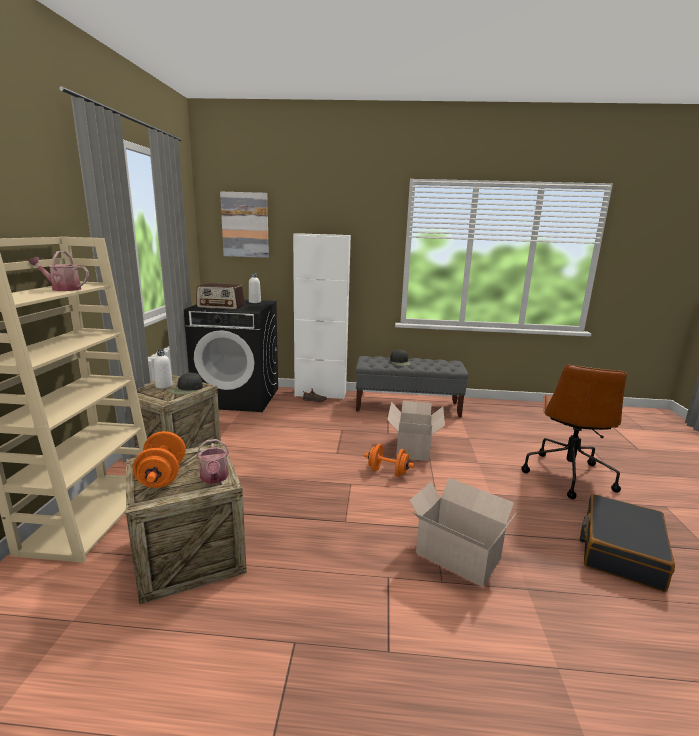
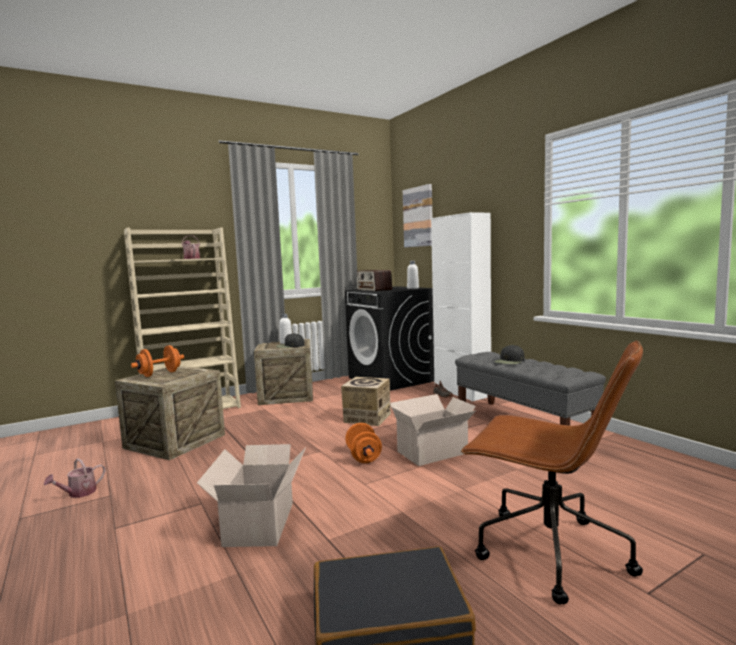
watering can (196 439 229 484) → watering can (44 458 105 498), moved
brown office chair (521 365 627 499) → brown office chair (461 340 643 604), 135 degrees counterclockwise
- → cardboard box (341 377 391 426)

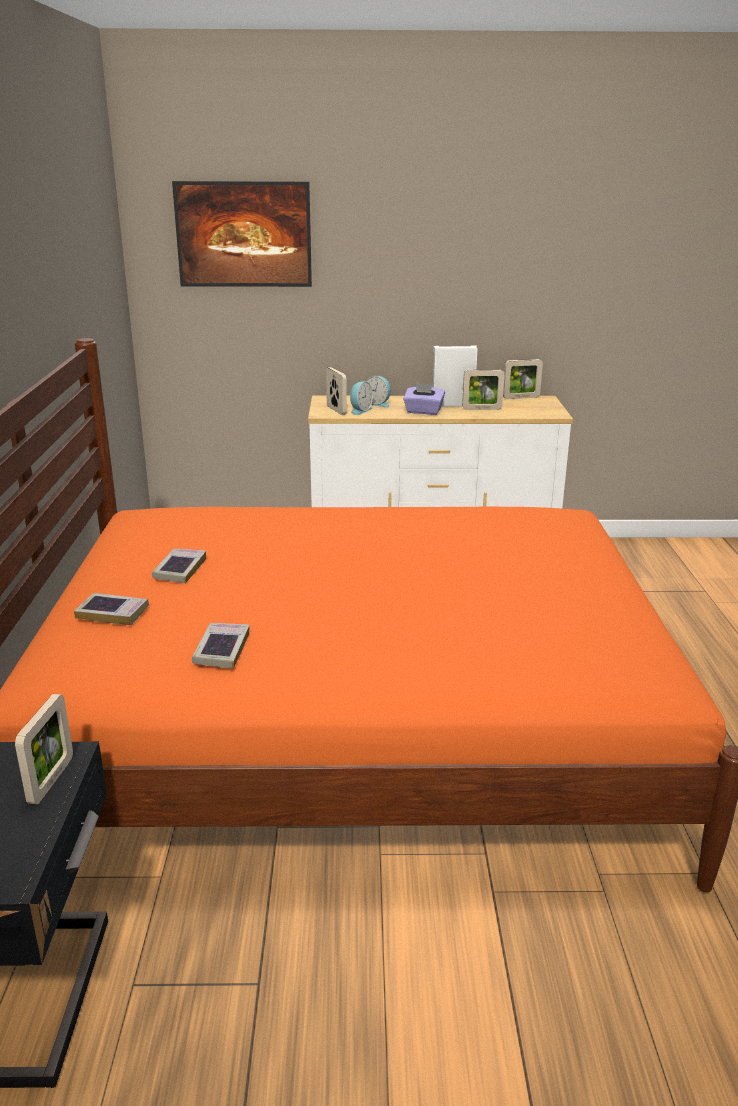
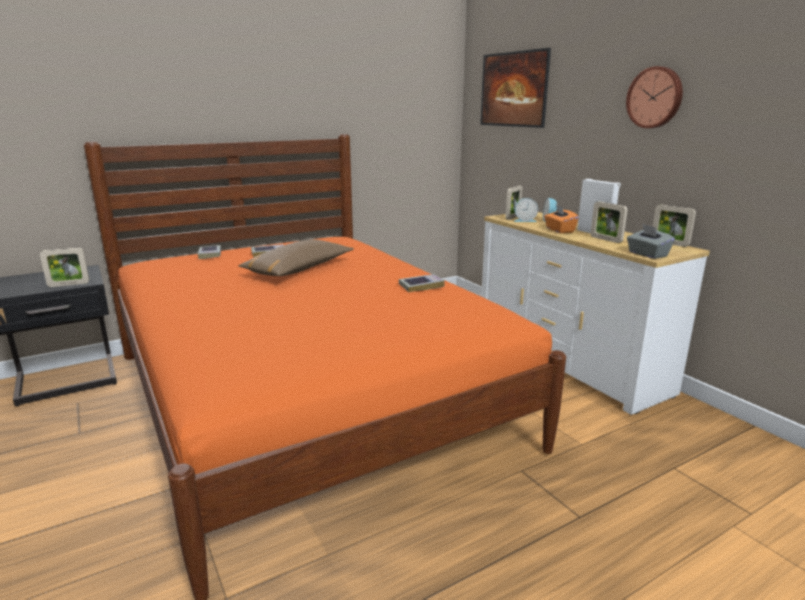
book (192 623 249 669) → book (399 274 445 292), moved
purple tissue box (403 383 445 415) → orange tissue box (544 205 579 233)
- → brown pillow (238 239 354 276)
- → wall clock (626 66 683 128)
- → grey tissue box (627 224 675 259)

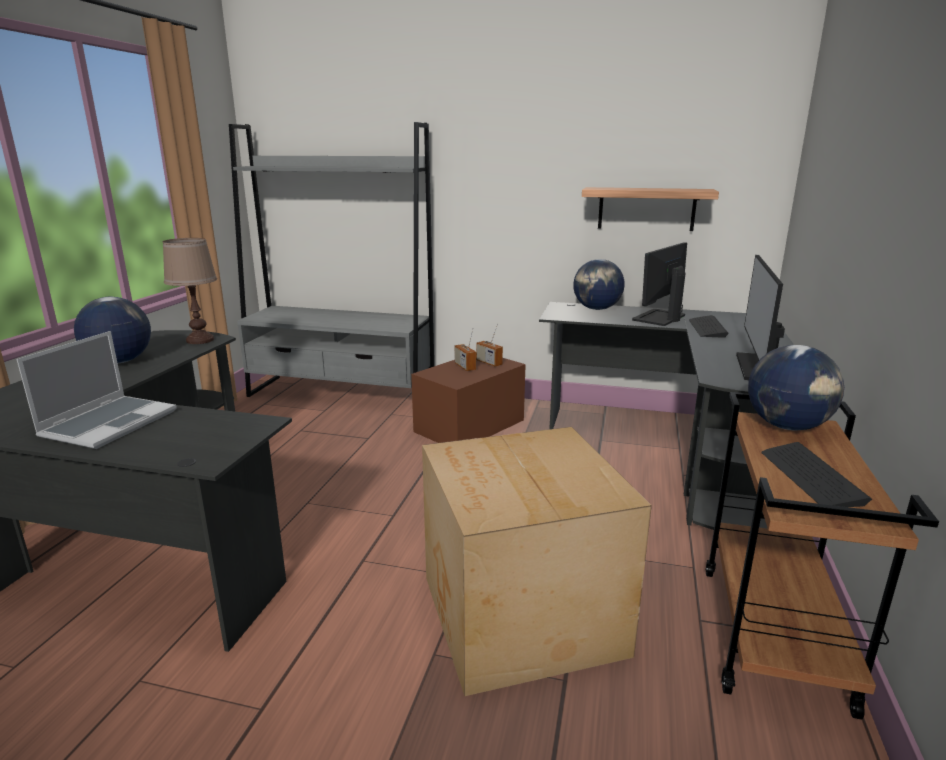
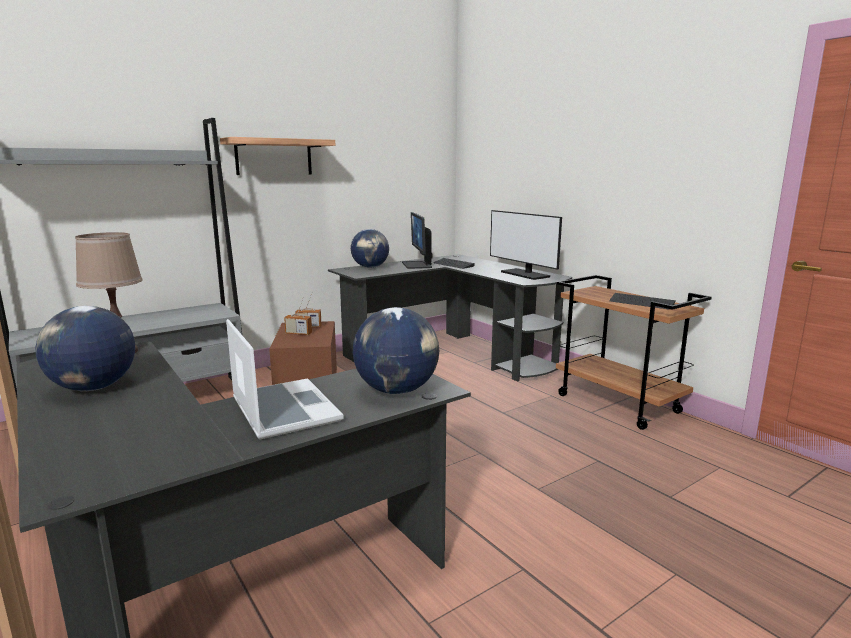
cardboard box (422 427 652 696) → -
shelf (582 187 719 231) → shelf (220 137 335 175), moved
globe (748 345 844 431) → globe (353 307 439 394), moved

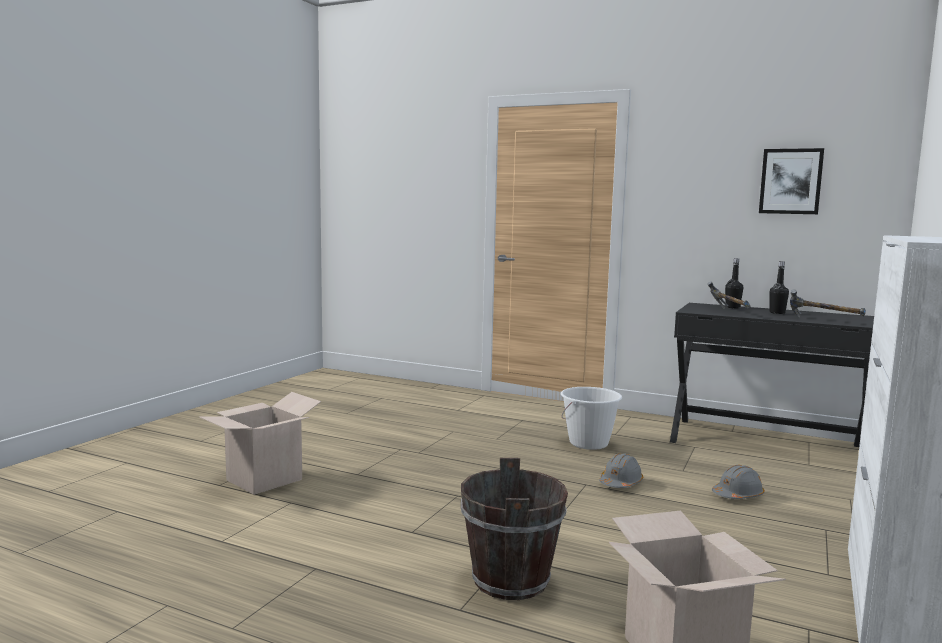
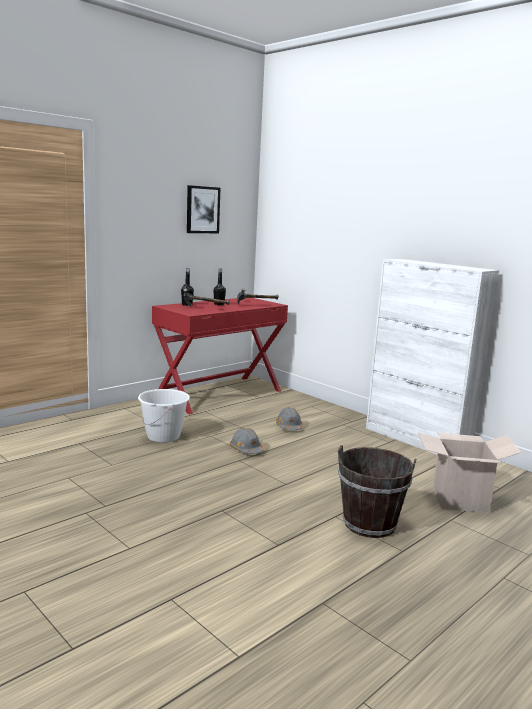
cardboard box (199 392 321 495) → -
black desk (670 303 874 447) → red desk (152 298 288 414)

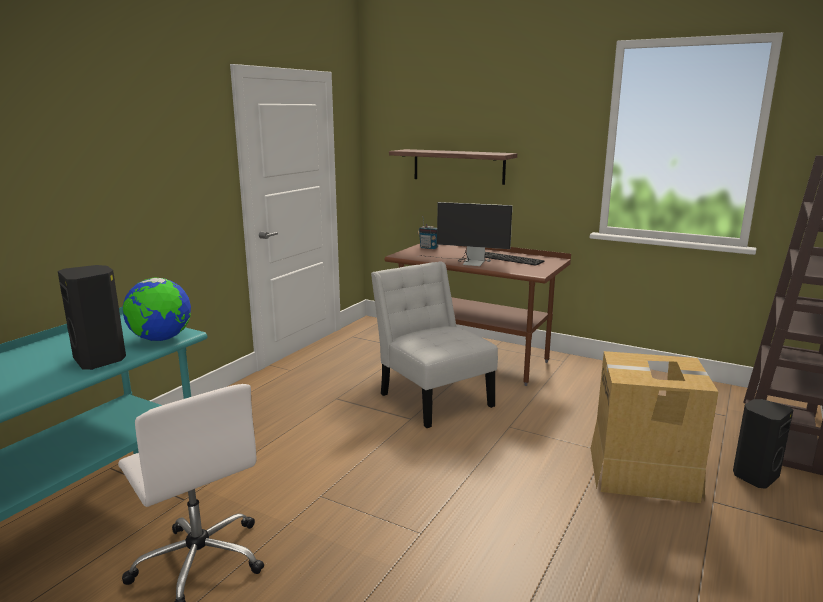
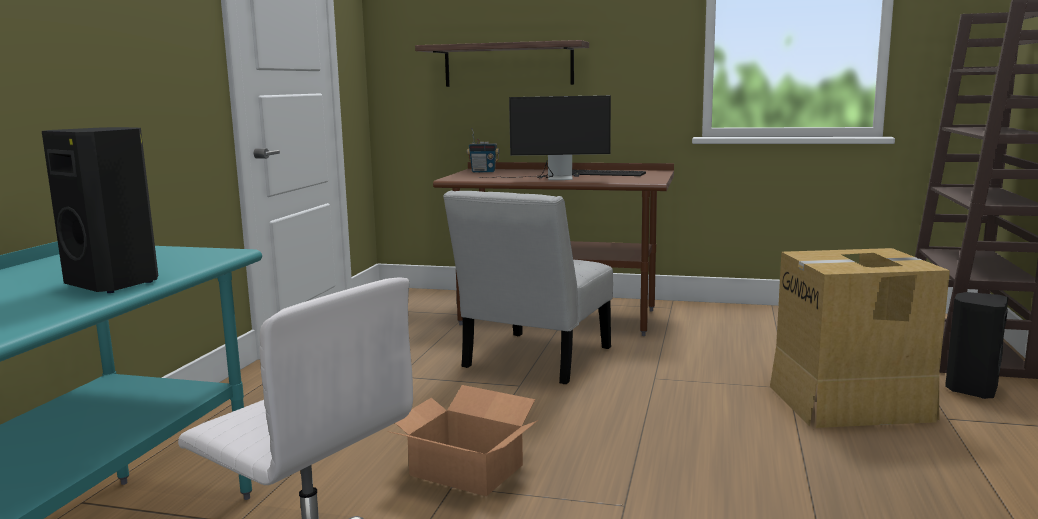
globe (123 278 191 341) → -
white chair (371 262 498 428) → white chair (443 190 613 384), 105 degrees counterclockwise
- → cardboard box (388 385 538 496)

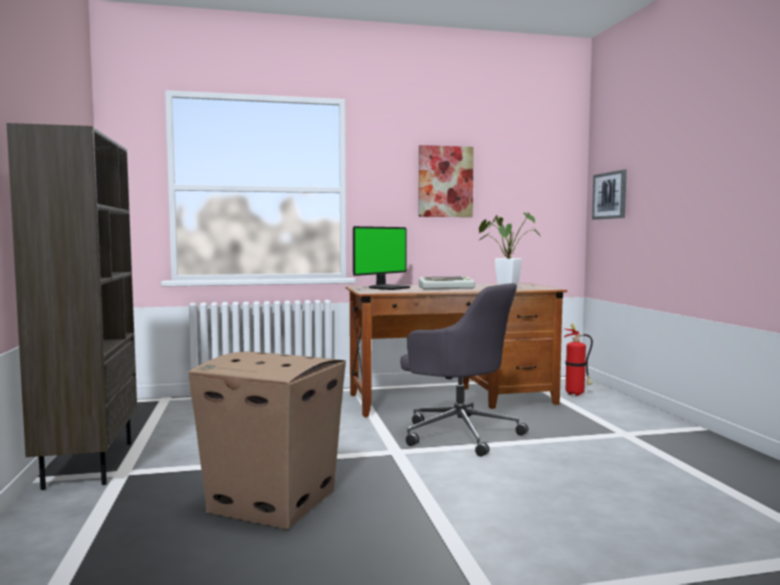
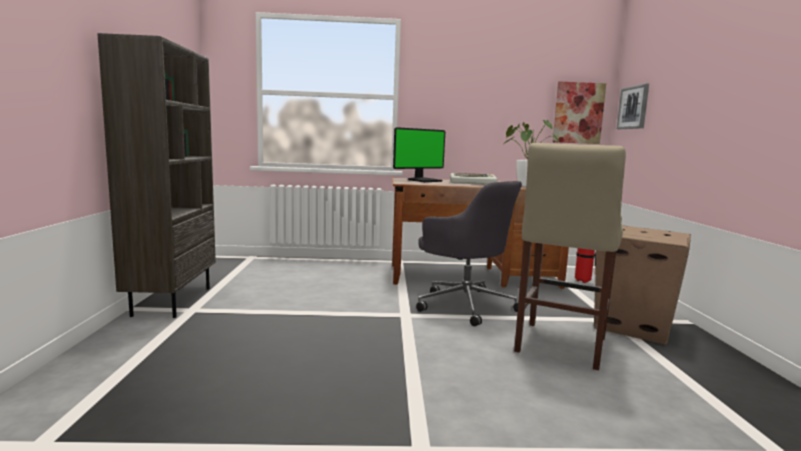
cardboard box (188 352 346 530) → cardboard box (594 226 691 344), moved
picture (418 145 474 217) → picture (553 81 606 144), moved
- → beige stool (514 143 626 371)

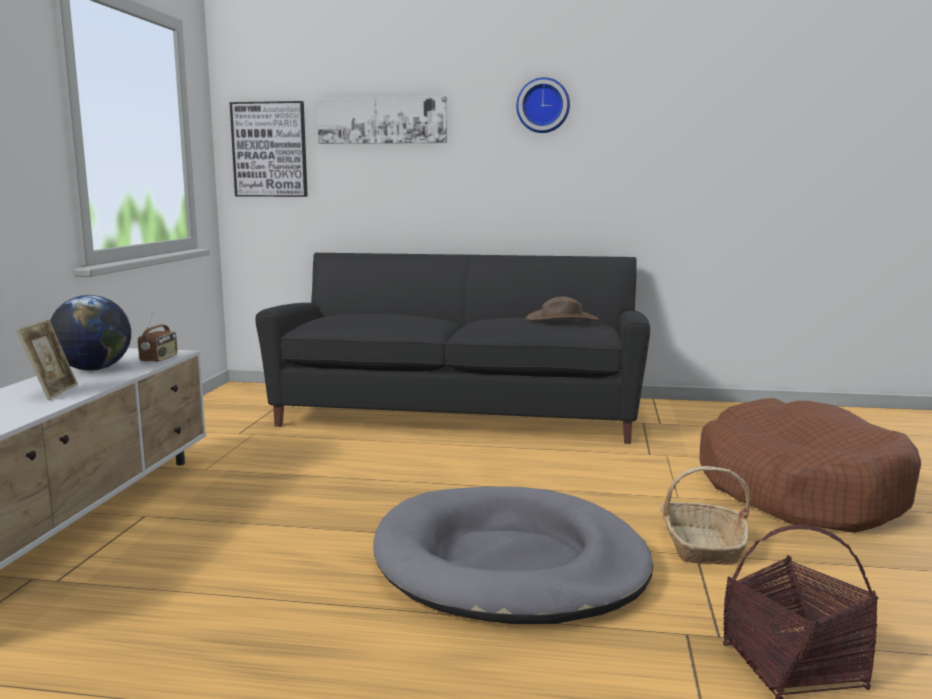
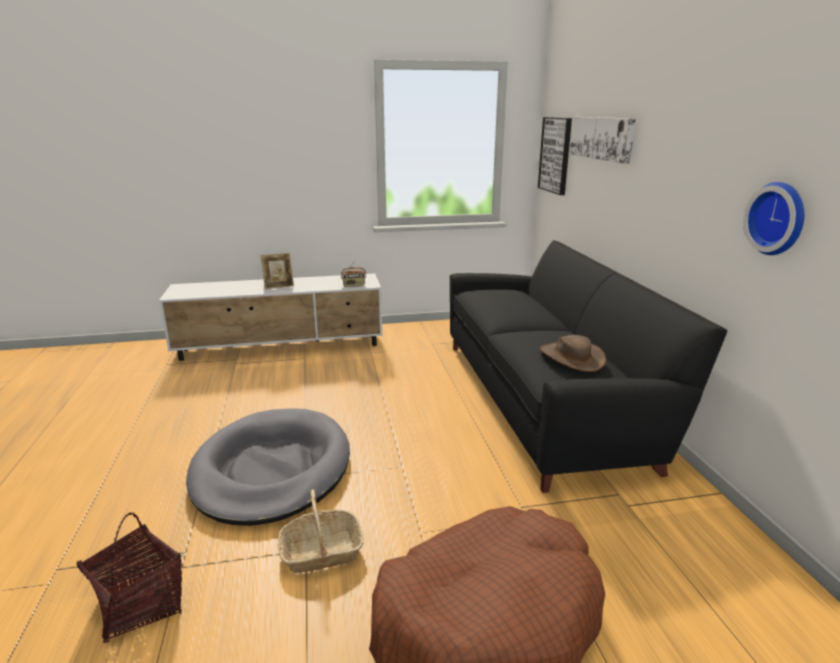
globe (50 295 131 371) → -
wall clock (516 77 570 133) → wall clock (743 182 804 255), moved

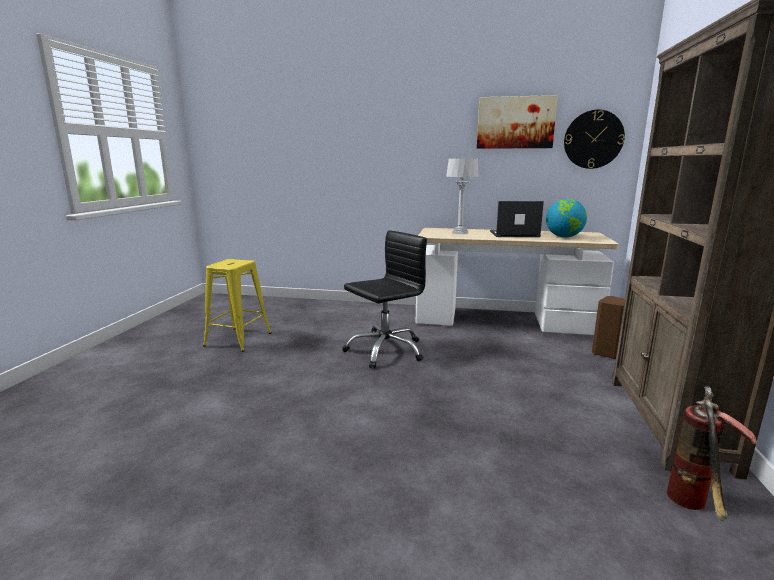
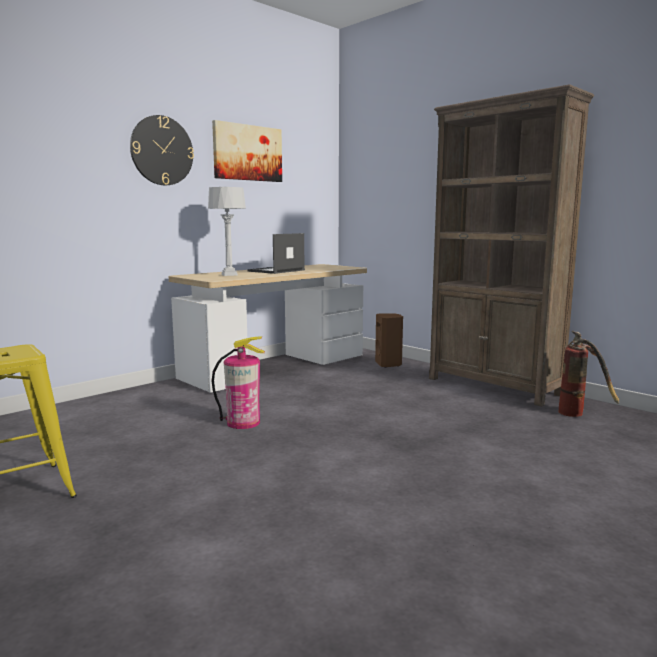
black office chair (342 230 427 368) → fire extinguisher (212 336 265 429)
globe (546 199 587 238) → -
wall clock (564 110 625 169) → wall clock (130 115 194 185), moved

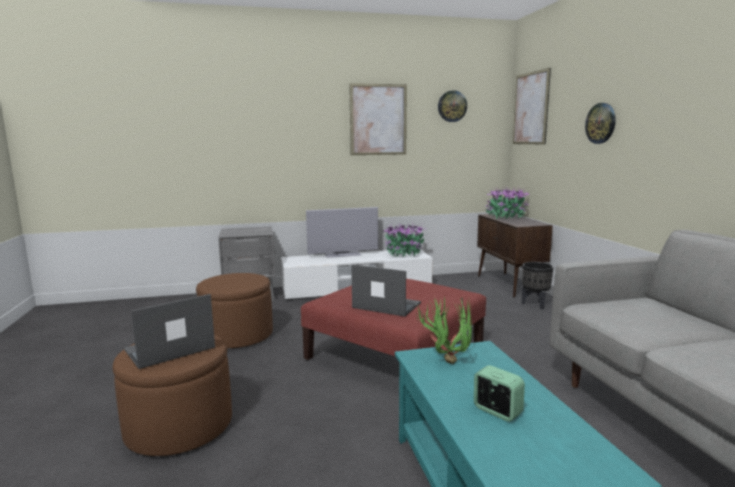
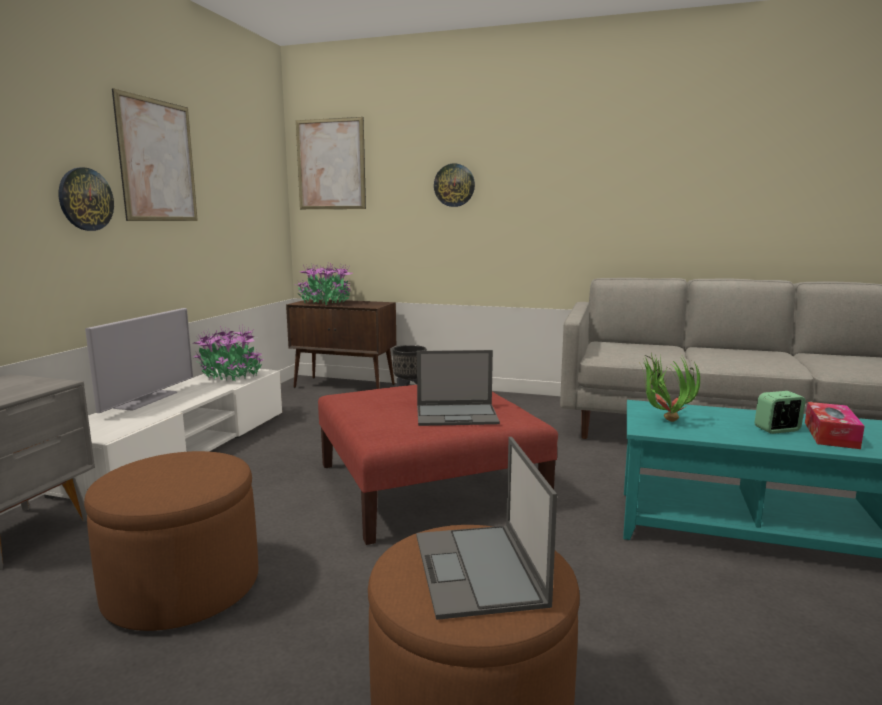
laptop (351 264 421 317) → laptop (417 350 500 426), 150 degrees counterclockwise
wall clock (438 90 467 122) → wall clock (58 167 114 231), moved
- → tissue box (805 402 864 449)

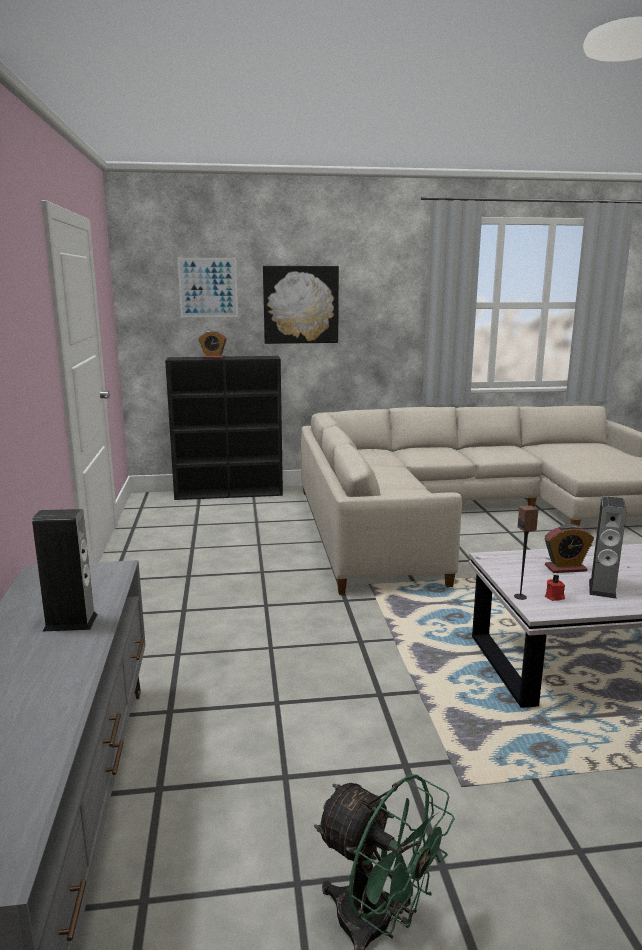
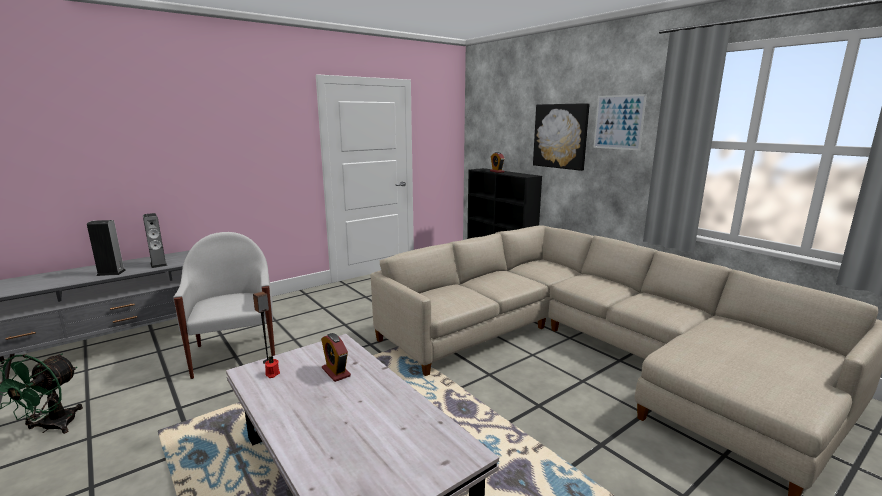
picture (178 258 238 317) → picture (593 94 647 151), moved
speaker (589 496 626 599) → speaker (87 220 126 276), moved
- → white armchair (173 232 275 379)

